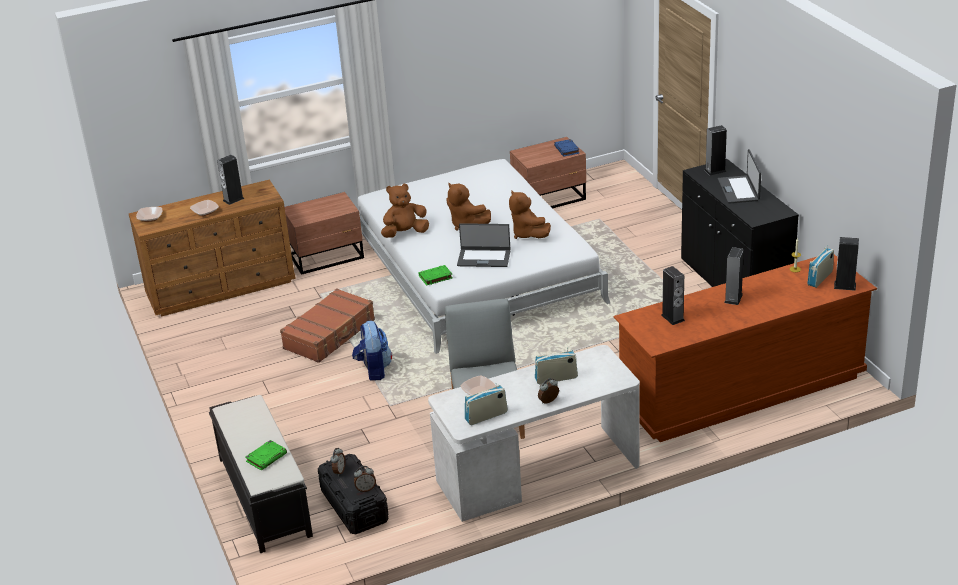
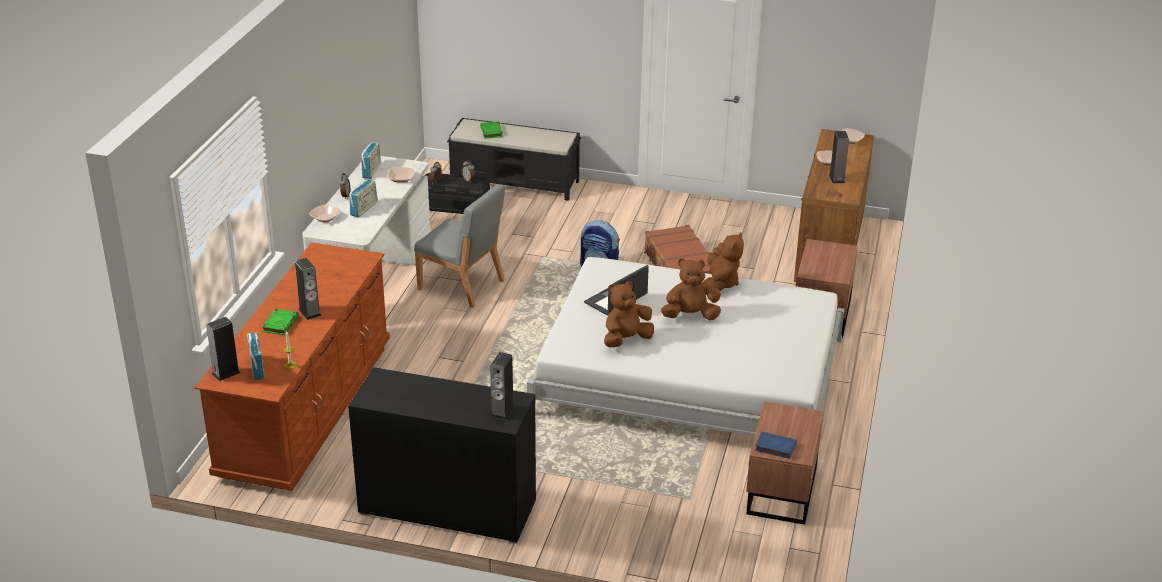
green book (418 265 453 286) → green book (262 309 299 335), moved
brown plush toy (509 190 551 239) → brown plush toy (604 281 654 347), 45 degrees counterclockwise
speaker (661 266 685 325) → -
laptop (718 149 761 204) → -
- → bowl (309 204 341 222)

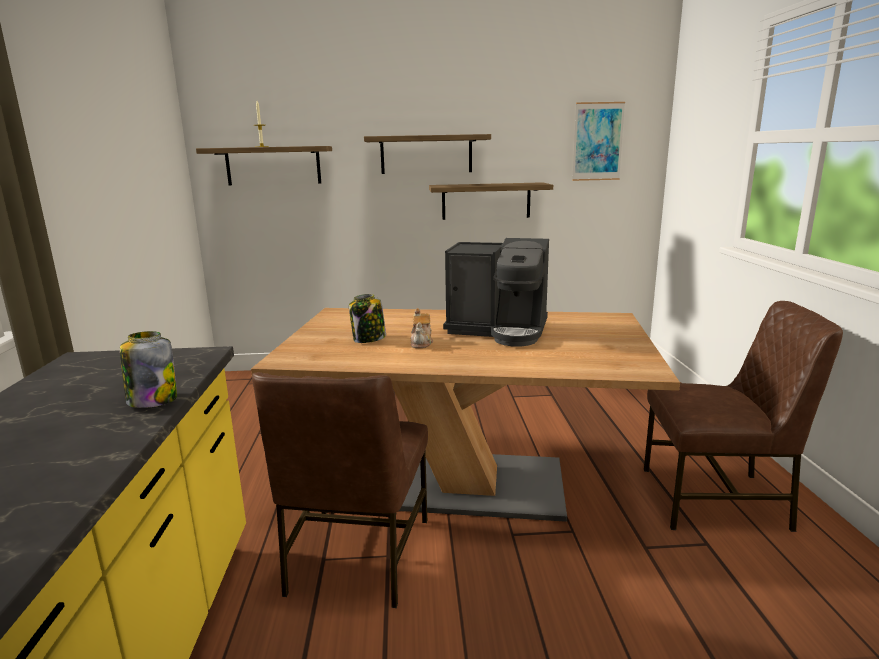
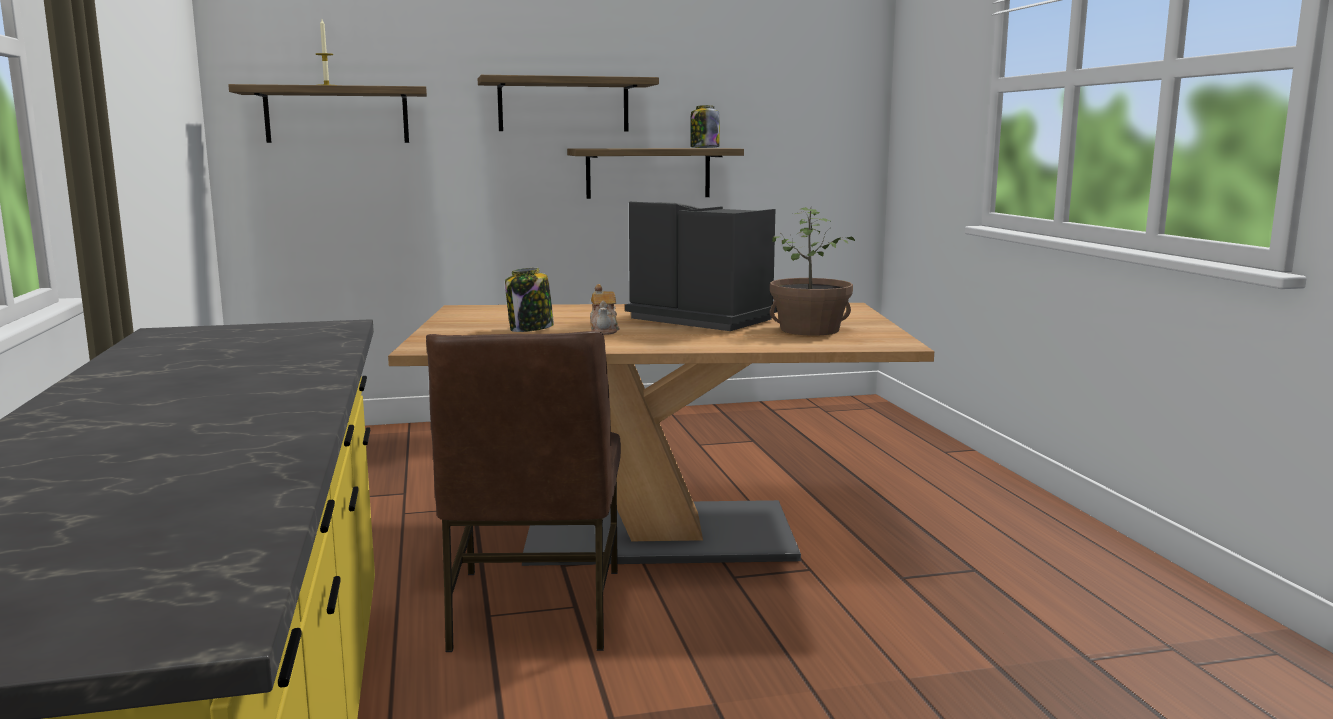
jar (120 331 177 408) → jar (690 105 720 148), moved
coffee machine (443 238 549 347) → coffee machine (625 202 777 331), 150 degrees counterclockwise
picture (572 102 625 181) → -
brown chair (644 301 843 532) → -
- → potted plant (770 207 855 336)

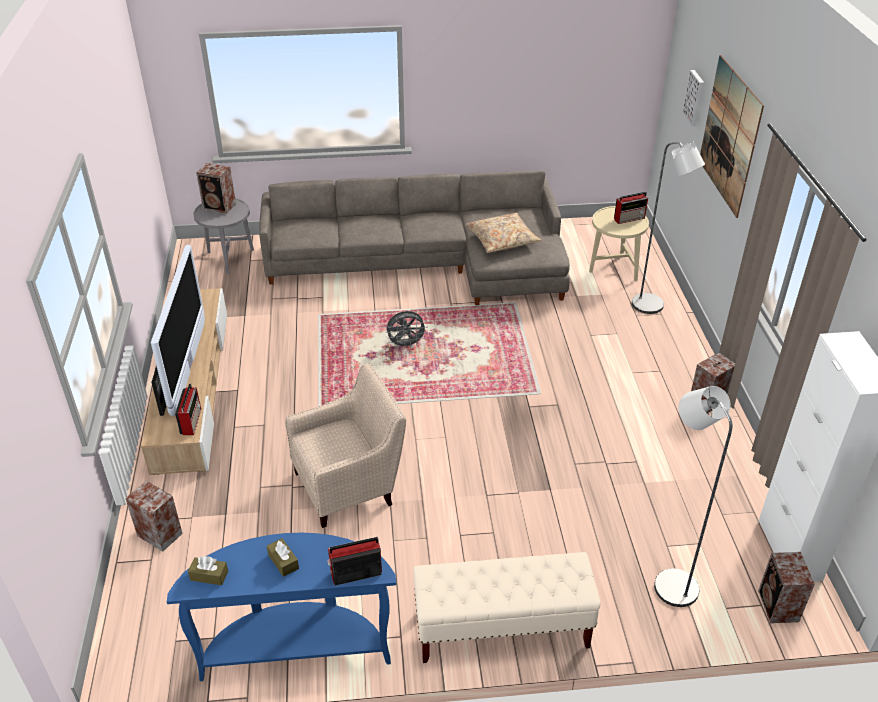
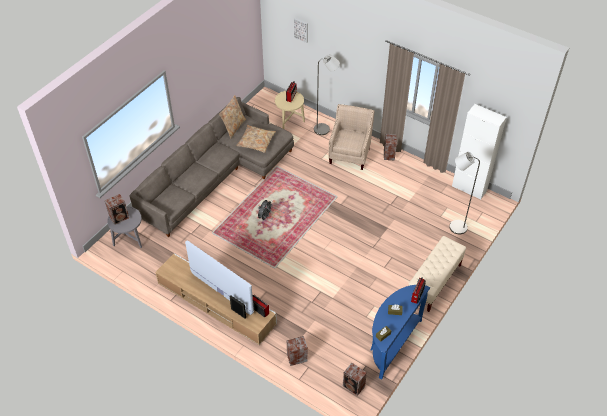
beige armchair (285 363 406 528) → beige armchair (328 104 374 170), moved
picture (700 55 764 218) → -
speaker (758 552 815 623) → speaker (343 363 367 396), moved
- → beige pillow (219 95 246 138)

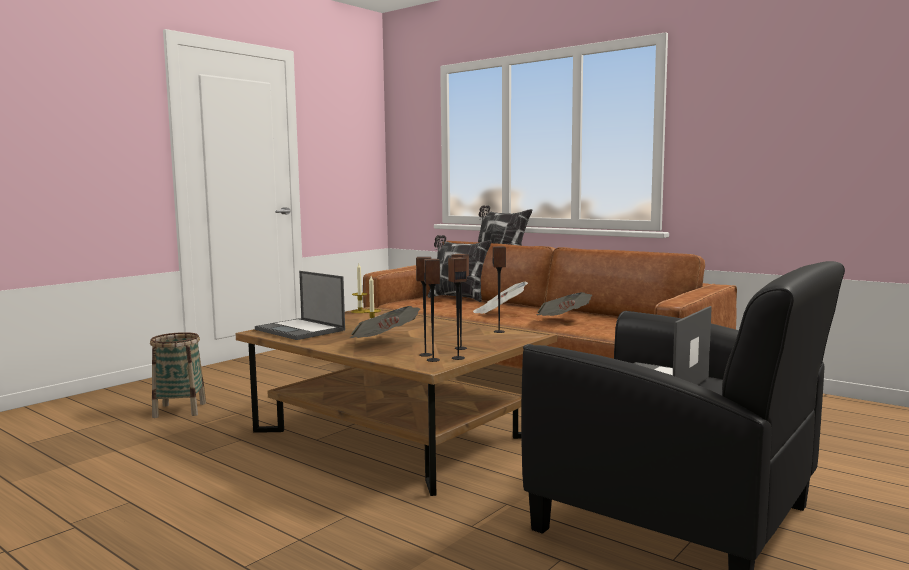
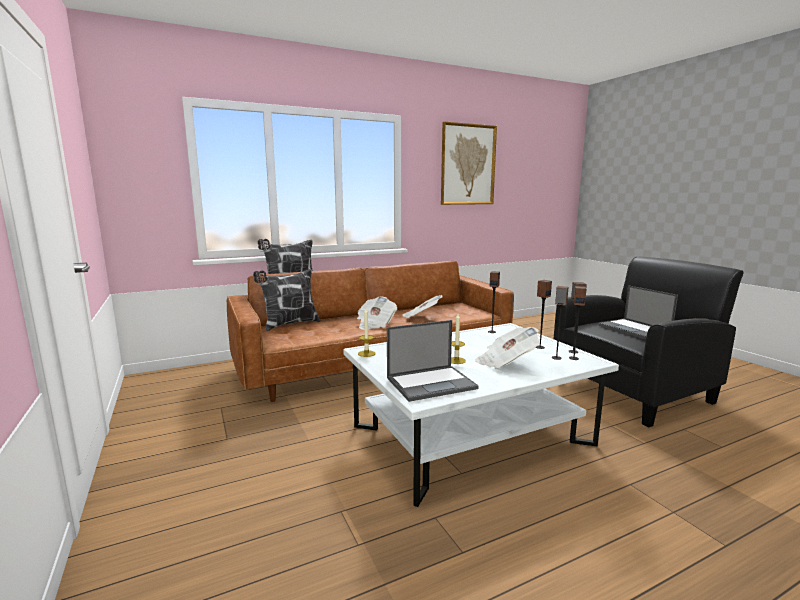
basket (150 332 206 418) → -
brown coffee table (236 307 557 496) → white coffee table (343 323 619 507)
- → picture (441 122 497 205)

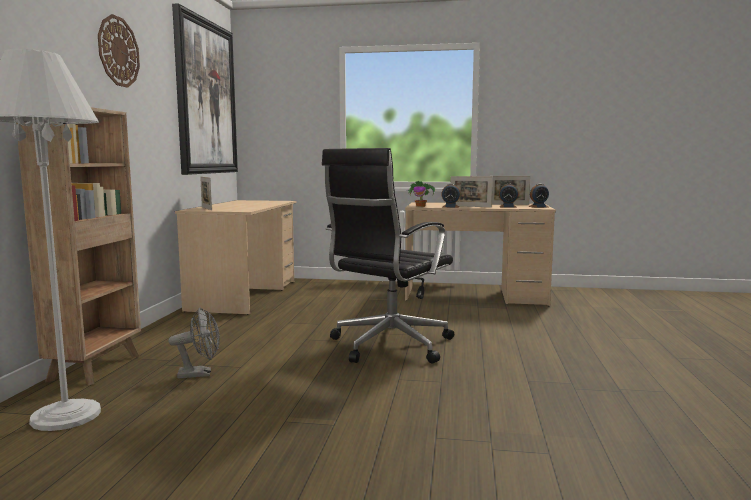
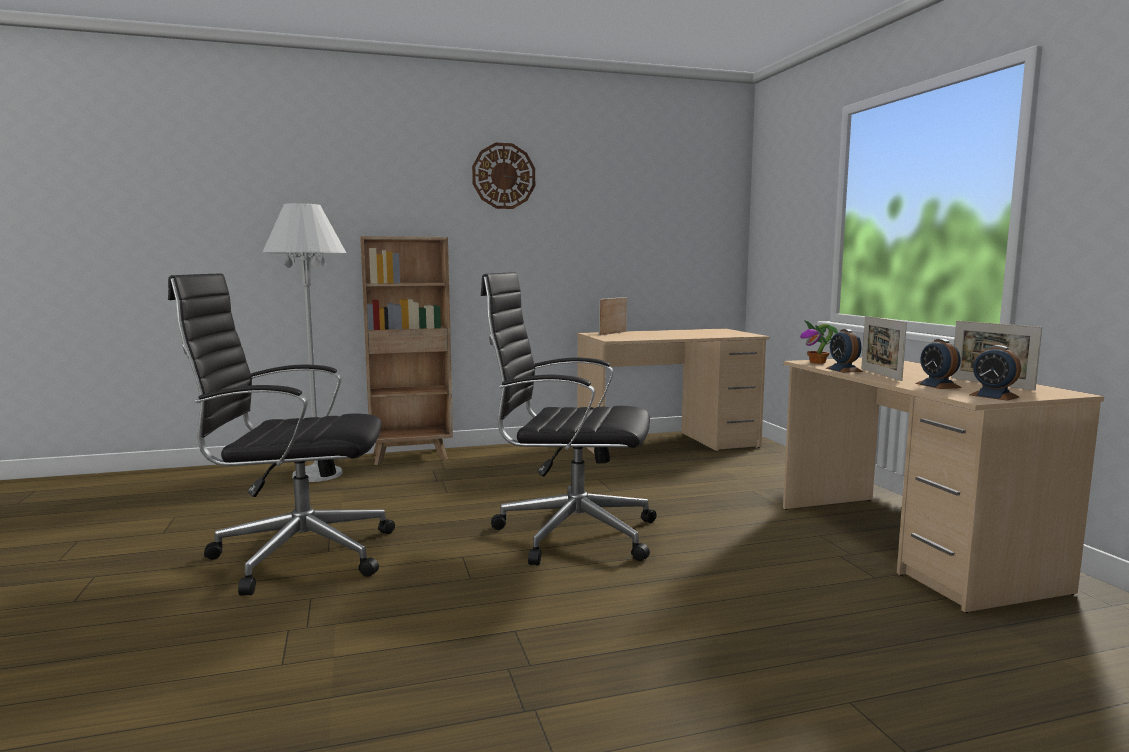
grey fan (169 308 220 379) → -
picture (172 3 238 175) → -
- → black office chair (168 273 395 596)

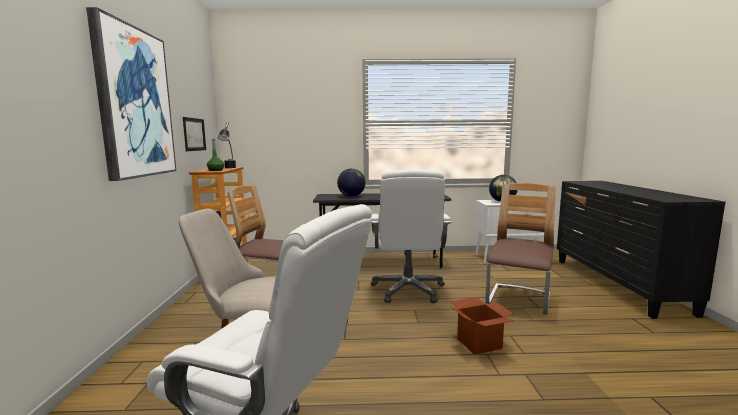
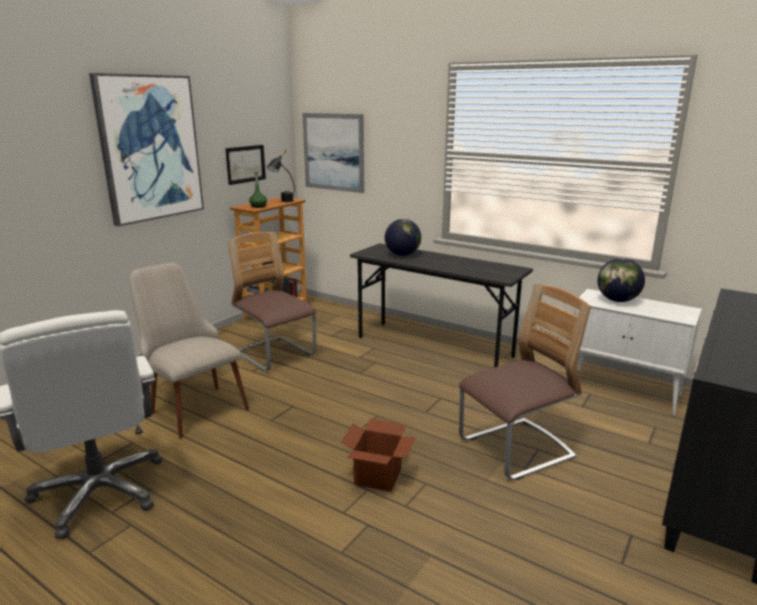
white office chair (371 169 451 303) → -
- → picture (302 113 364 193)

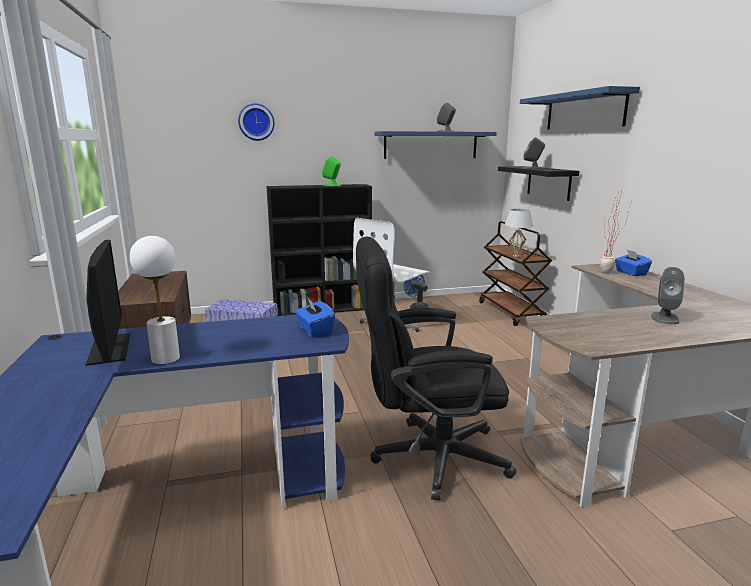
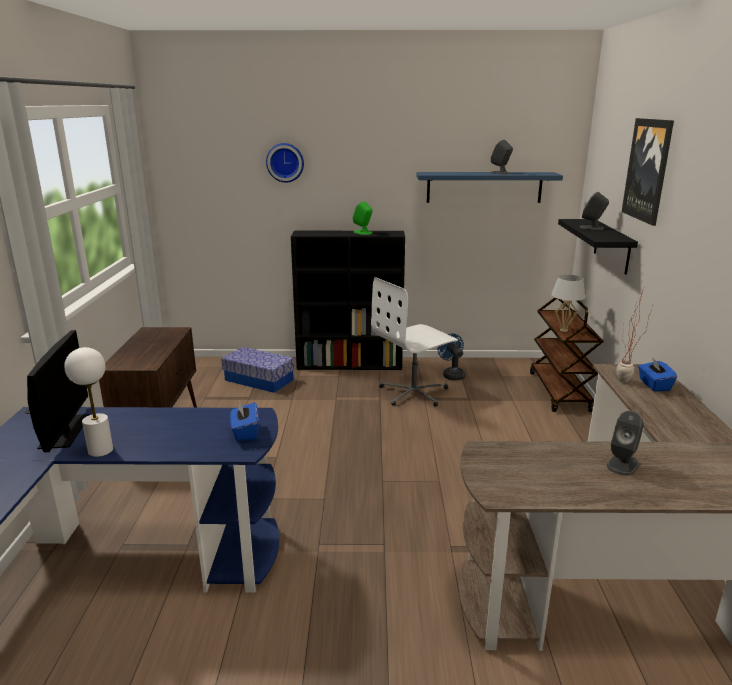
black office chair (356 236 516 500) → -
blue shelf (520 86 640 129) → picture (622 118 674 226)

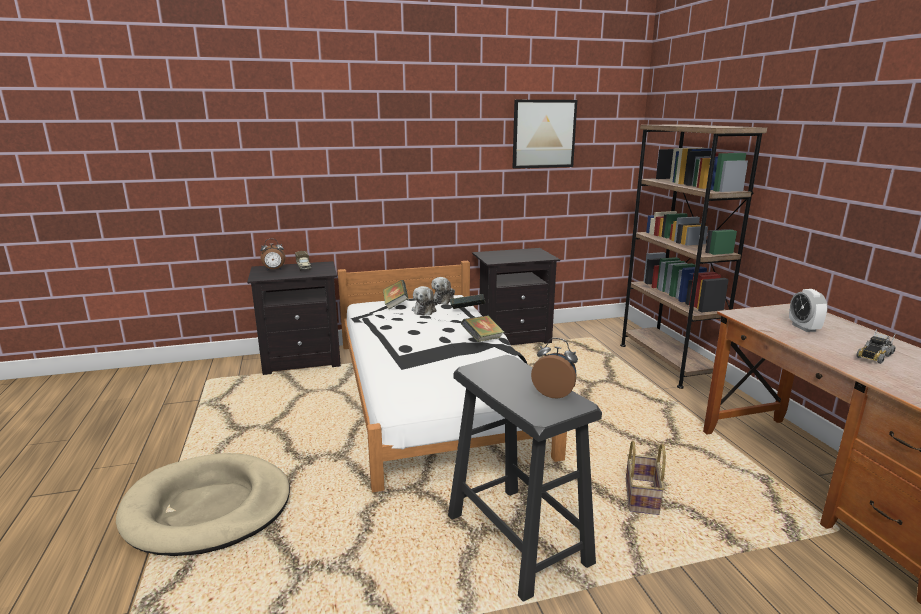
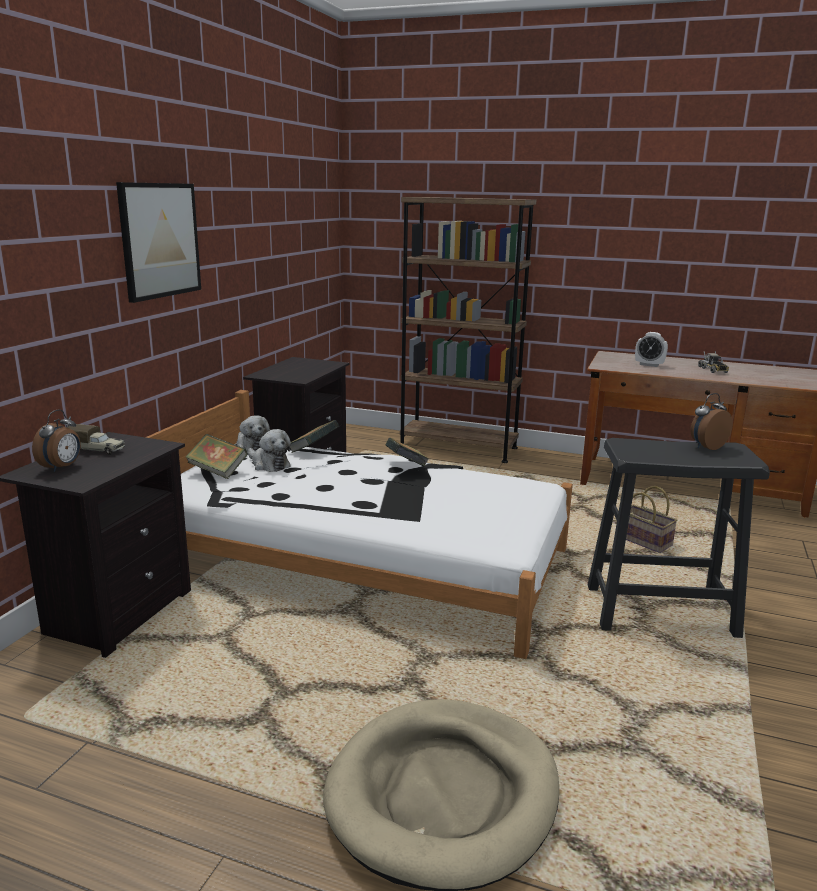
picture (512 100 577 169) → picture (116 182 201 303), moved

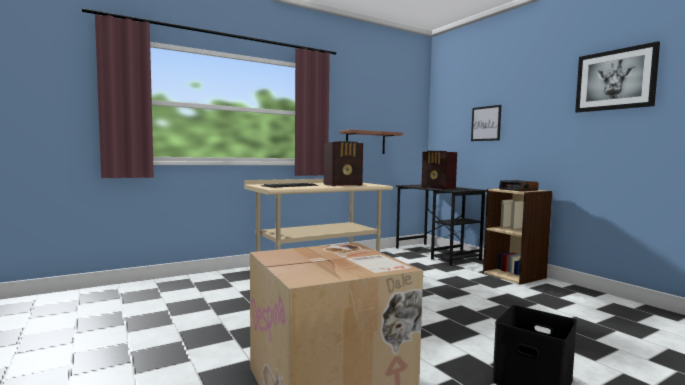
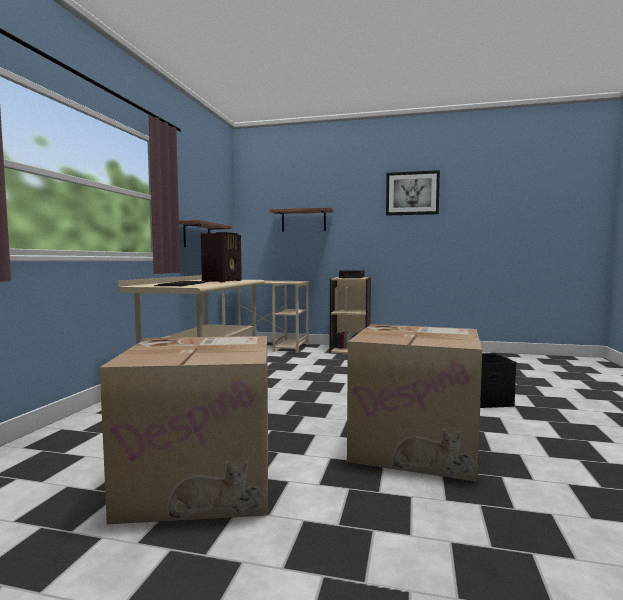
black desk (396 185 487 266) → beige desk (222 281 310 353)
radio (421 151 457 190) → -
picture (471 105 501 141) → shelf (269 207 334 232)
- → cardboard box (100 336 268 524)

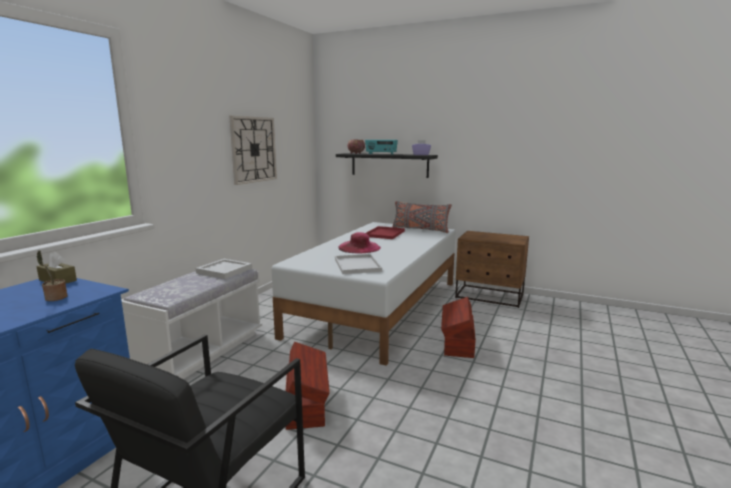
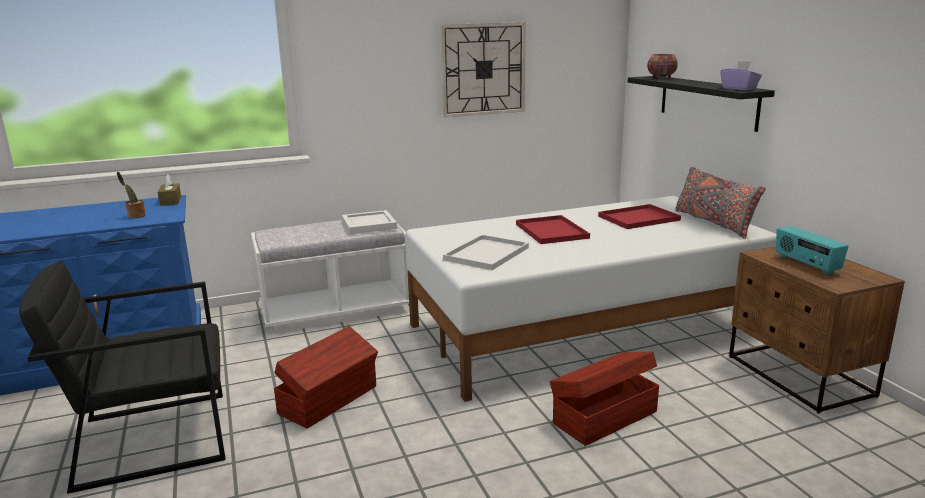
pink hat (338 232 381 253) → red tray (516 215 590 244)
radio (365 140 398 154) → radio (776 226 848 275), moved

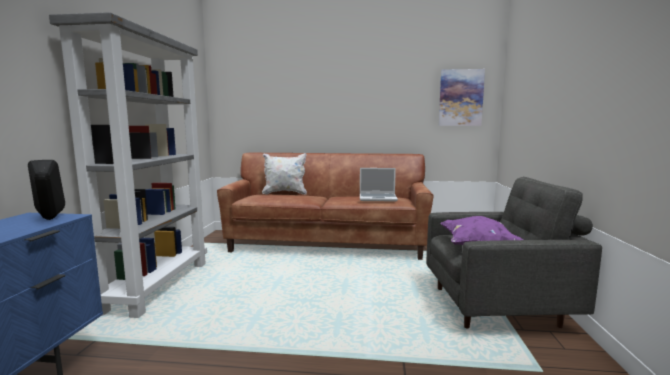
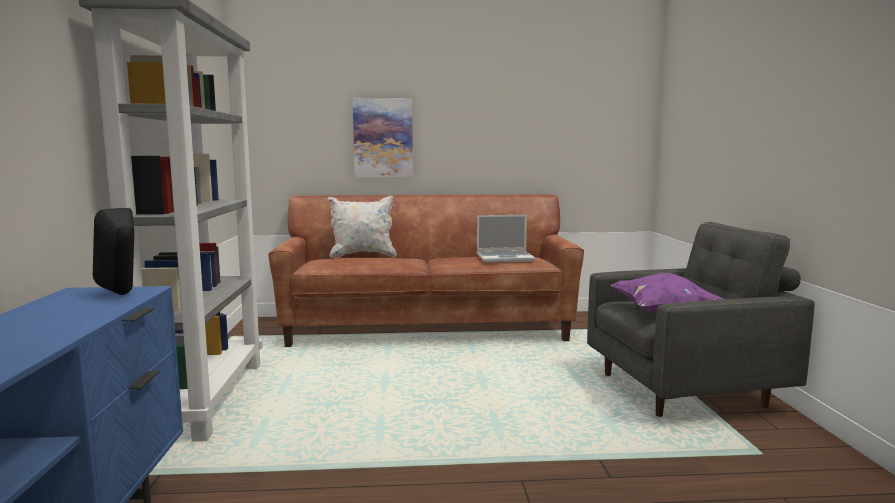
picture (439 69 485 126) → picture (353 98 413 177), moved

